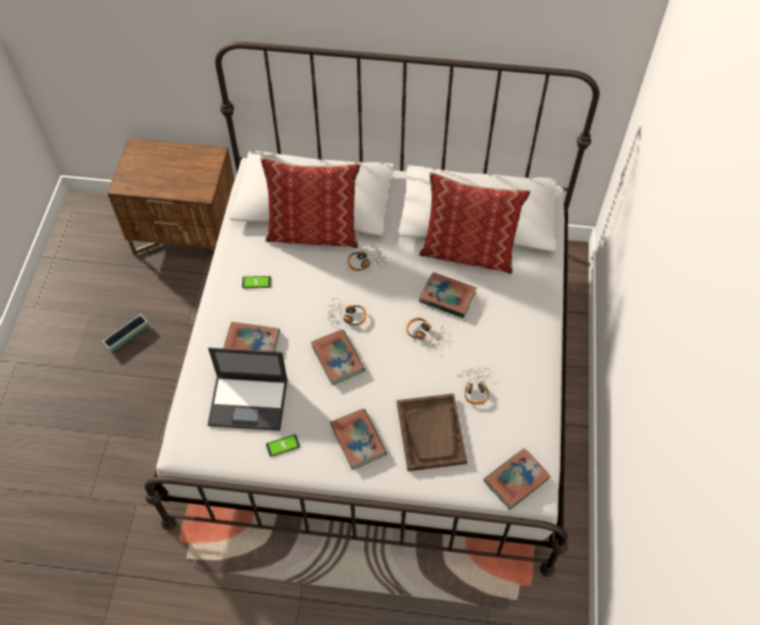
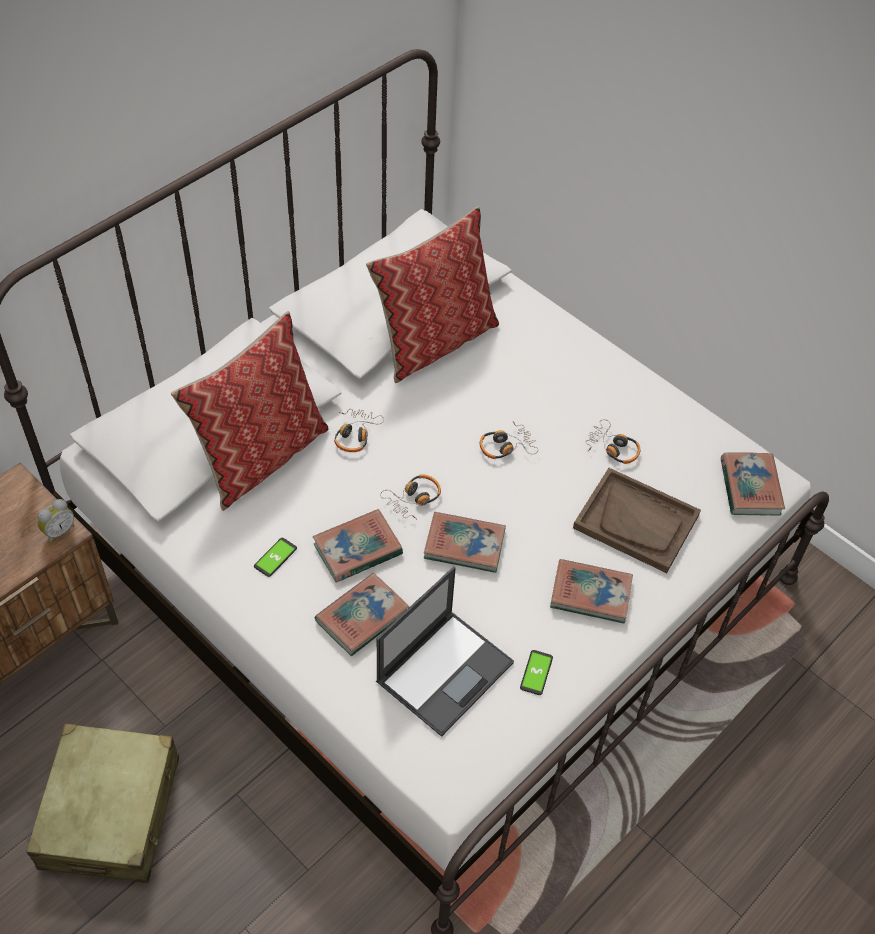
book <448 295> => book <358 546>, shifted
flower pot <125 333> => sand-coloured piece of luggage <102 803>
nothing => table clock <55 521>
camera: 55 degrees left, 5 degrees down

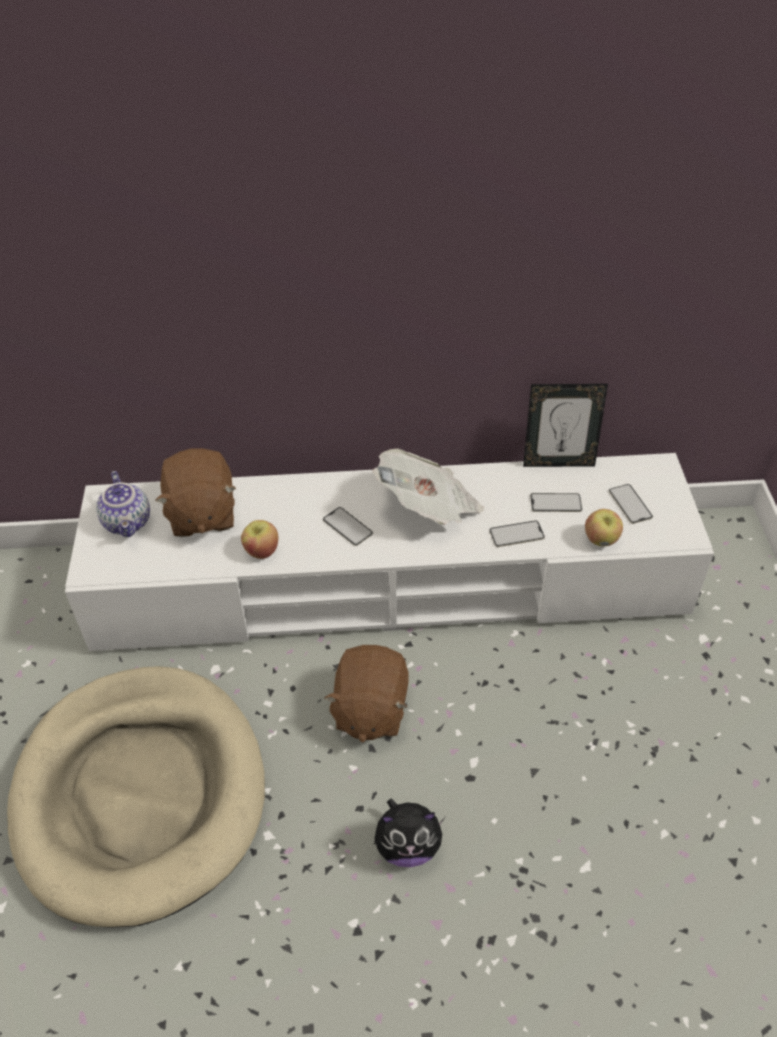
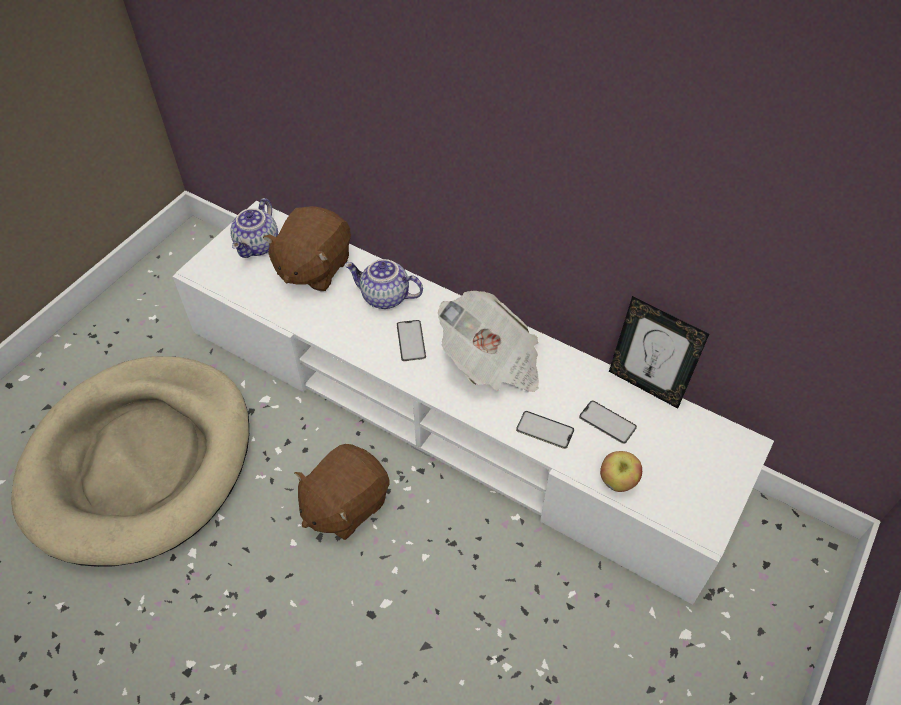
telephone <631 504> => nothing
apple <259 539> => nothing
plush toy <409 832> => nothing
nothing => tea pot <383 284>
camera: 35 degrees right, 5 degrees up

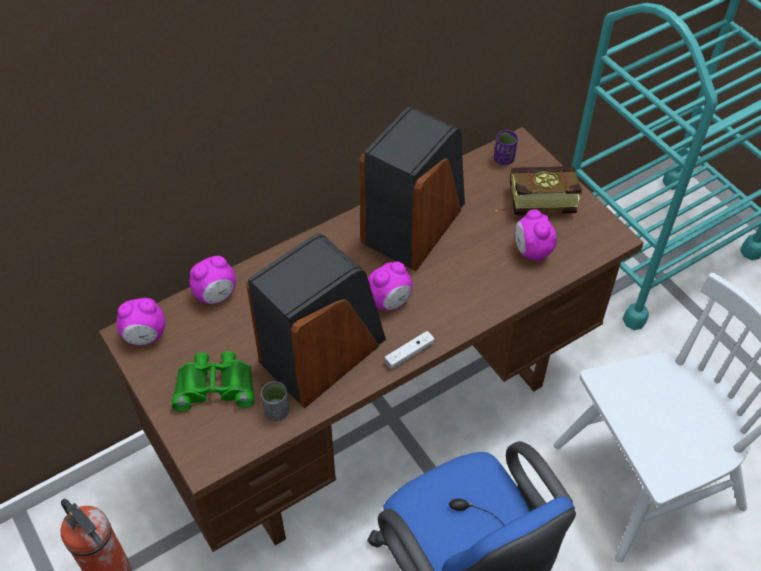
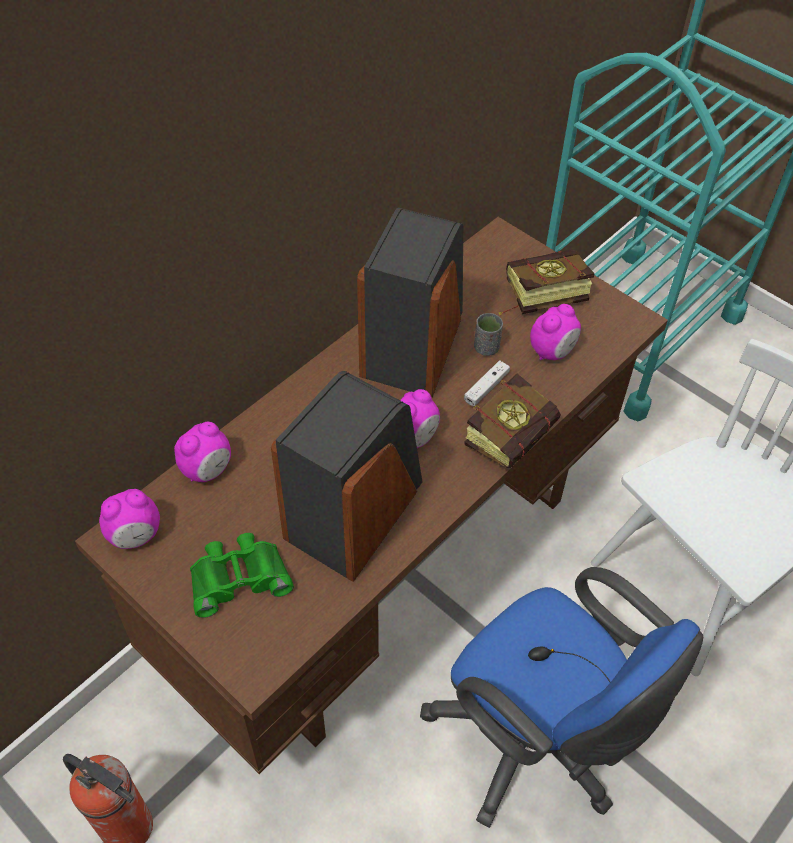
purplish drinking cup <506 147> => nothing
table clock <536 236> => table clock <555 332>, 105 degrees counterclockwise
whitish gamepad <410 350> => whitish gamepad <487 383>, shifted
gray drinking cup <275 401> => gray drinking cup <488 334>, shifted
nothing => book <513 421>
camera: 15 degrees left, 0 degrees up

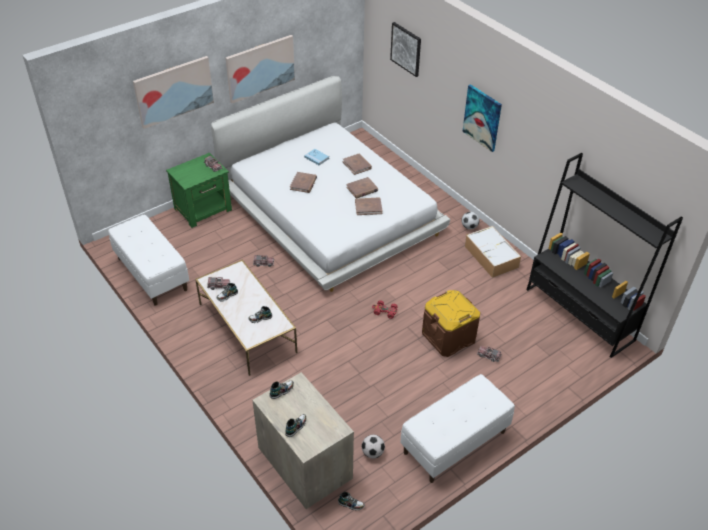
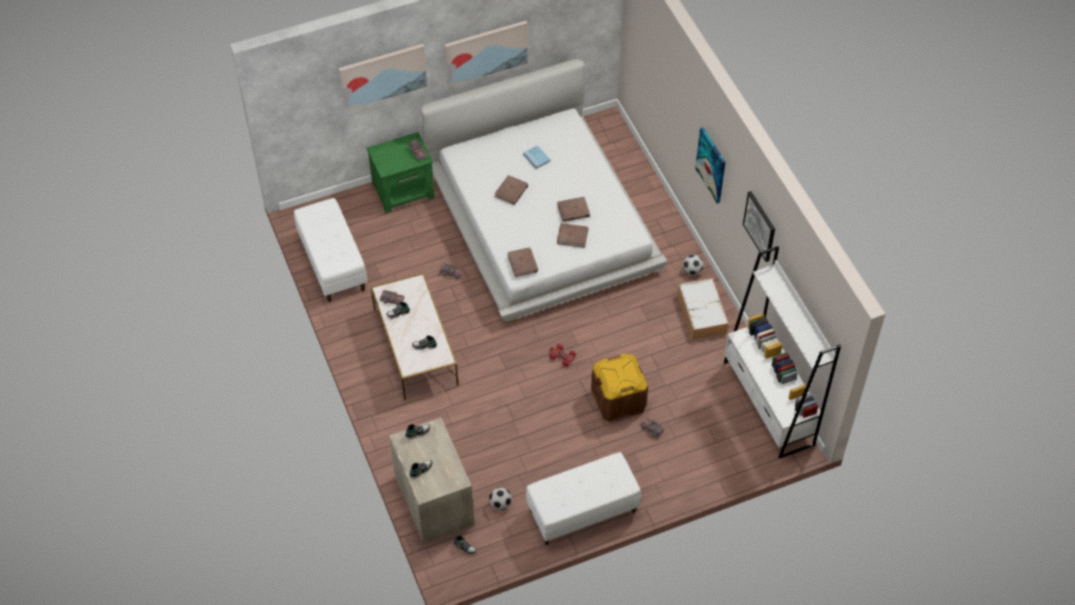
wall art <405 49> => wall art <759 226>, shifted
brownish book <357 164> => brownish book <522 262>, shifted
black-coloured shelving unit <604 255> => whitish shelving unit <782 352>
camera: 15 degrees right, 10 degrees up

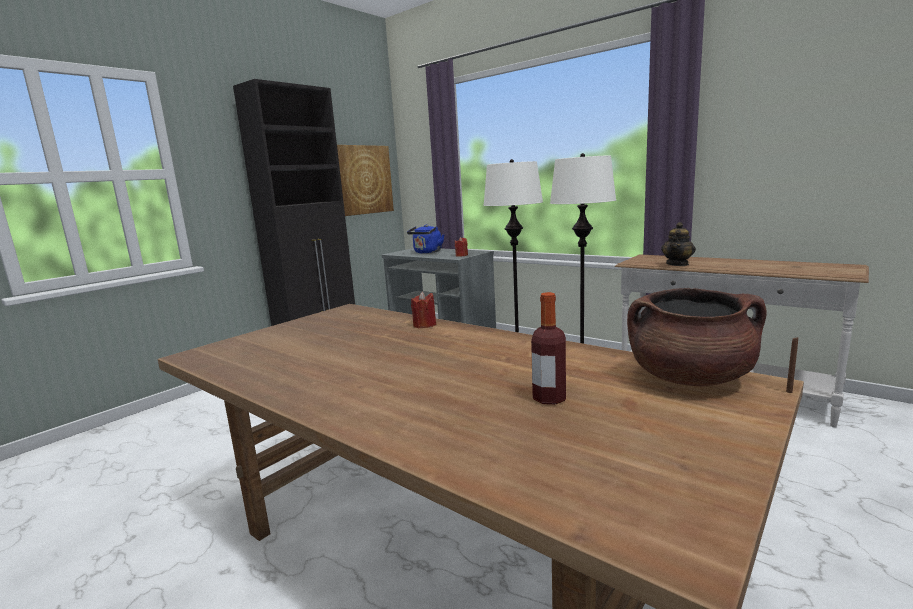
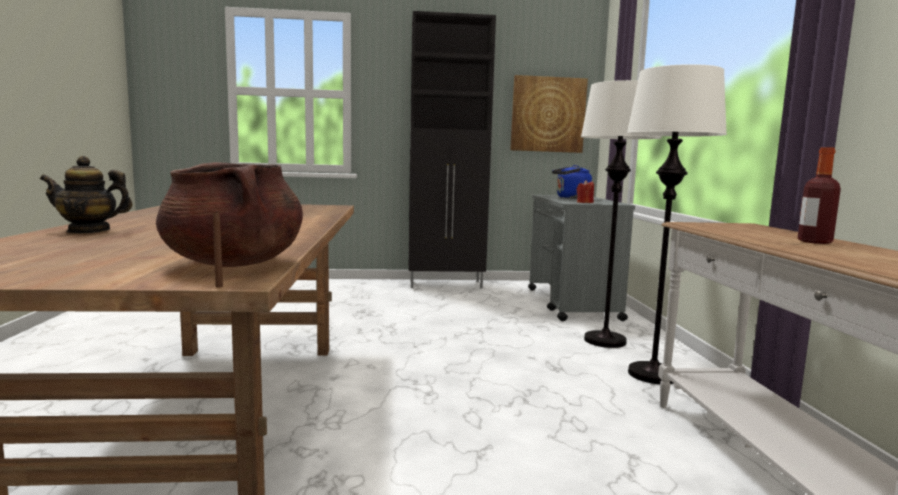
tea pot <678 244> => tea pot <86 195>, shifted
red-coloured candle <423 309> => nothing
bottle <548 348> => bottle <819 195>, shifted
camera: 45 degrees right, 5 degrees down

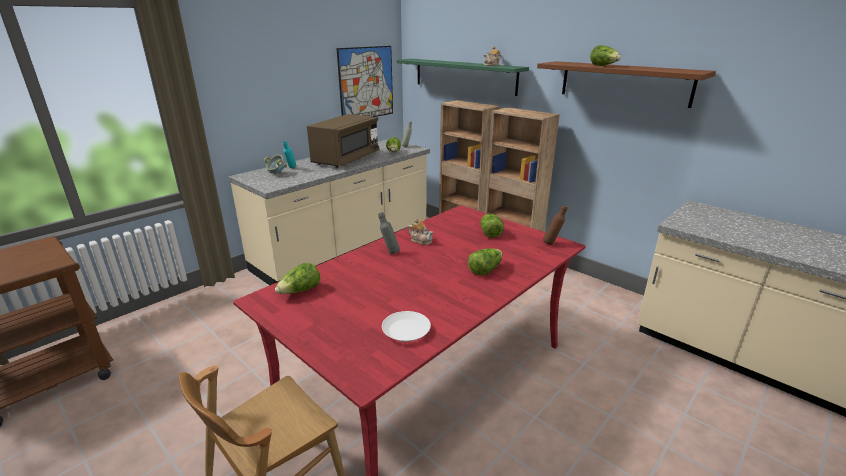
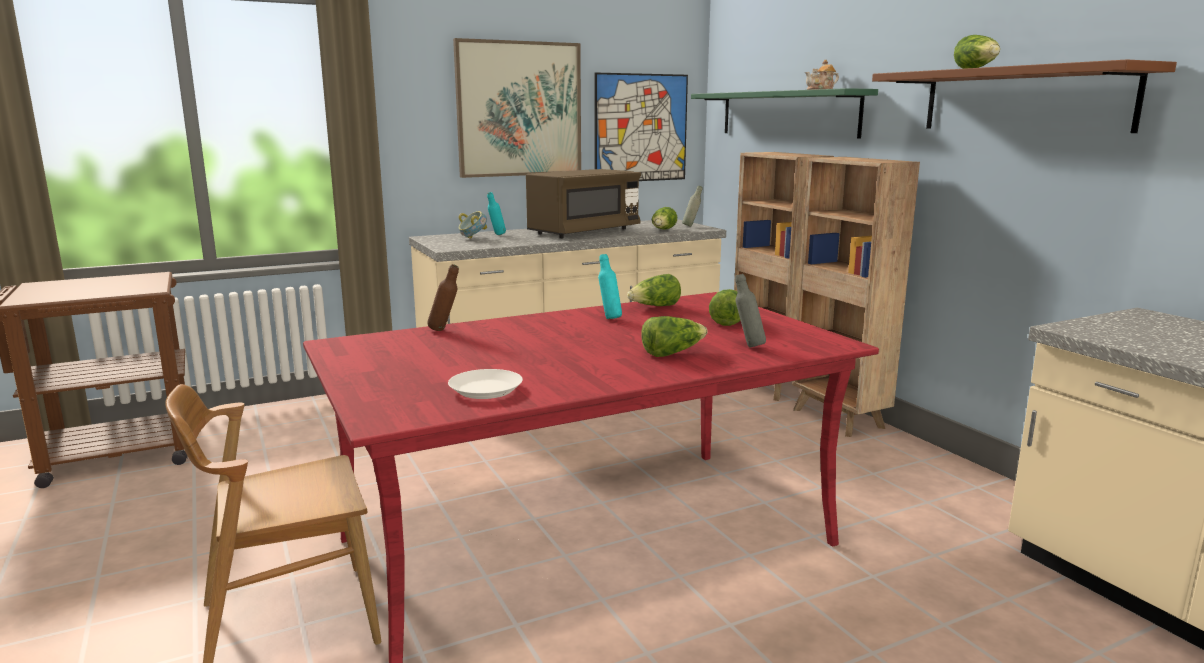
brownish bottle <555 225> => brownish bottle <443 297>, shifted
gray bottle <389 233> => gray bottle <750 310>, shifted
tea pot <420 231> => blue-green bottle <610 286>
lettuce <297 278> => lettuce <654 290>, shifted
nothing => wall art <517 108>
camera: 20 degrees right, 10 degrees down

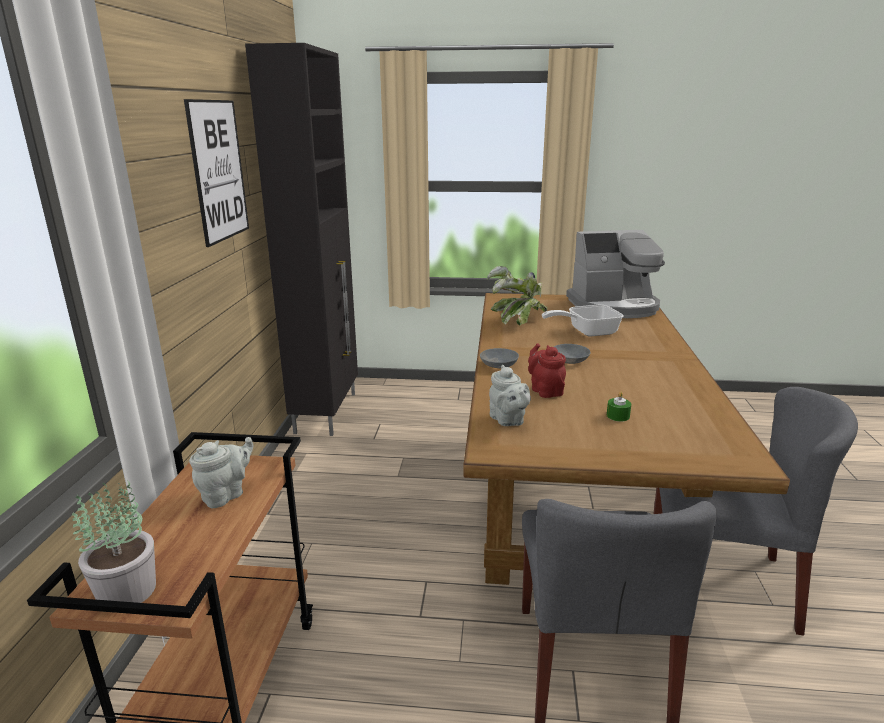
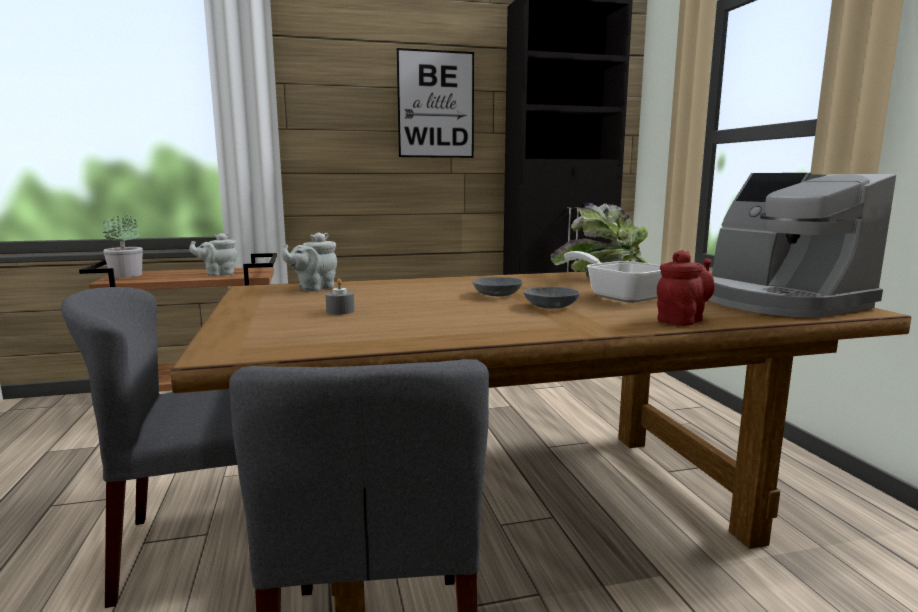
red-coloured tea pot <547 370> => red-coloured tea pot <686 288>, shifted
gray deep dish <499 358> => gray deep dish <551 298>, shifted
green candle <619 407> => gray candle <340 296>
gray tea pot <221 472> => gray tea pot <213 254>, 135 degrees clockwise
camera: 70 degrees right, 10 degrees down

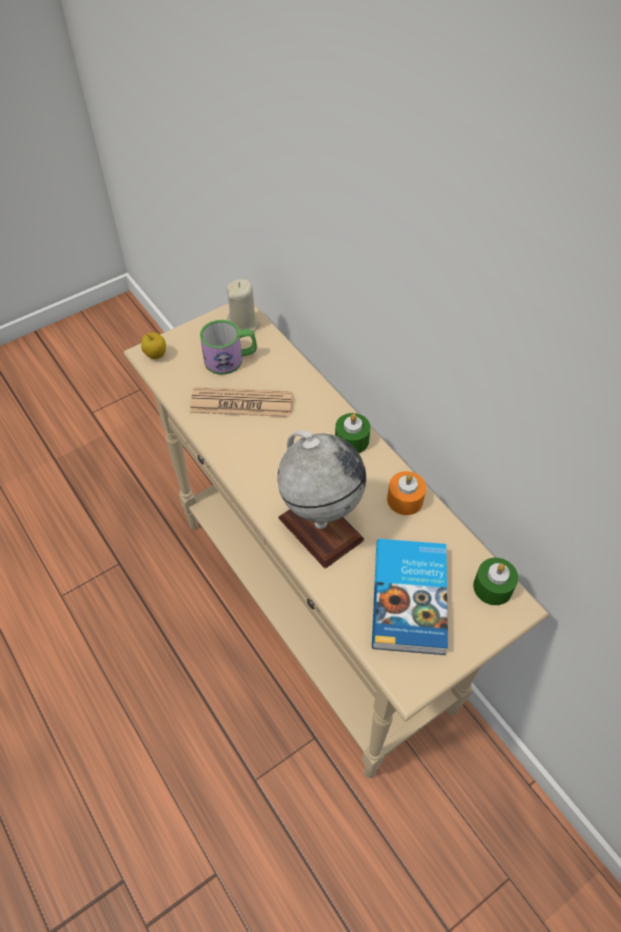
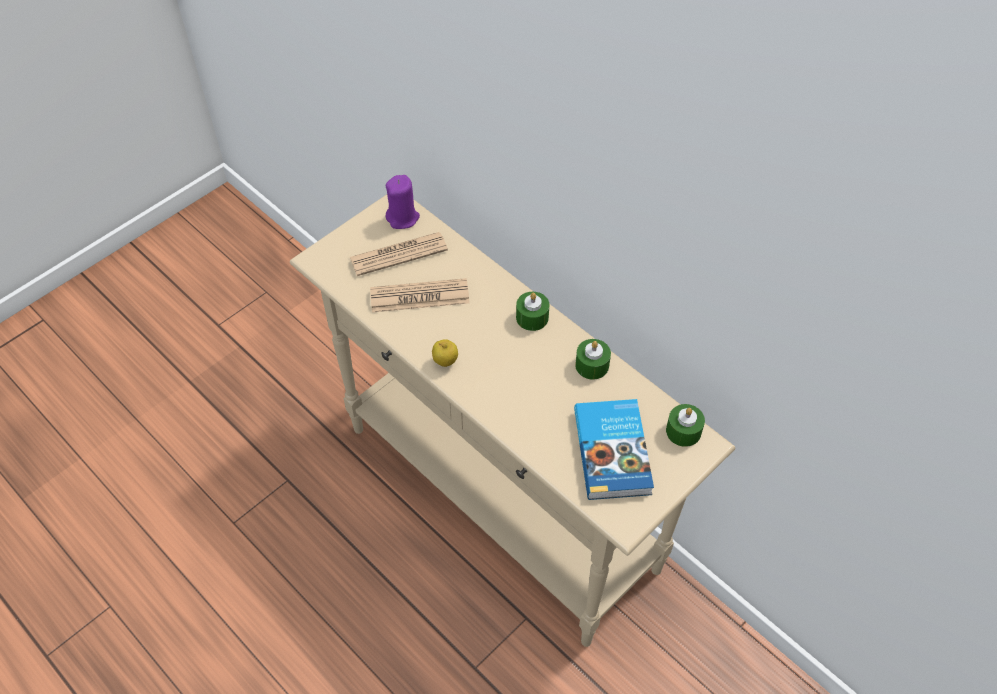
sand-coloured candle <243 305> => purplish candle <403 202>
coffee mug <228 347> => daily paper <399 254>
apple <153 345> => apple <445 353>, shifted
globe <321 499> => nothing
orange candle <406 493> => green candle <593 359>
camera: 10 degrees left, 0 degrees up

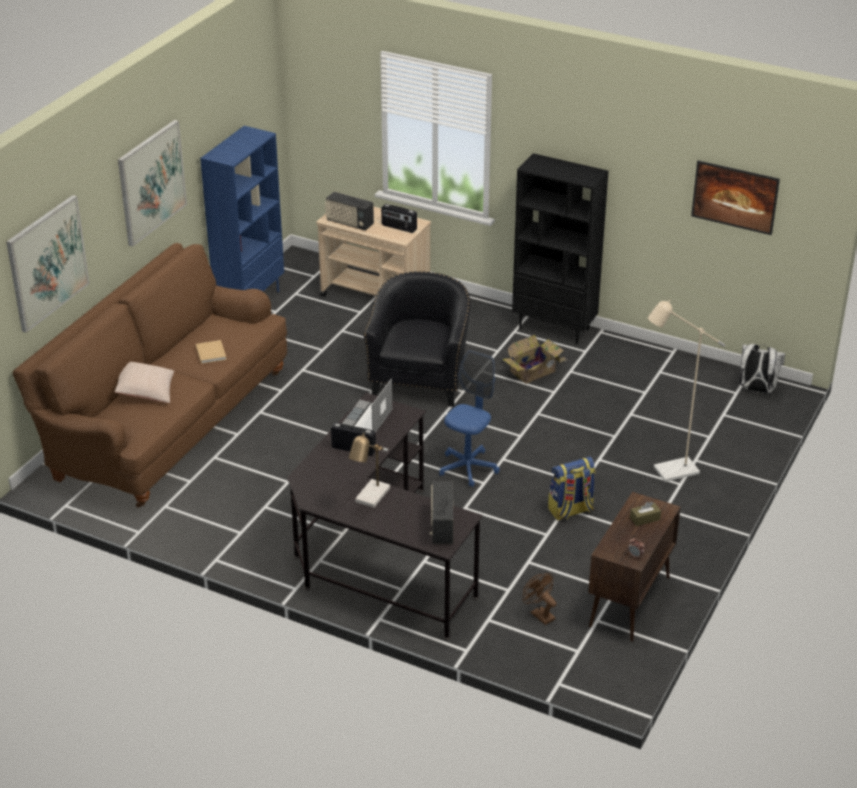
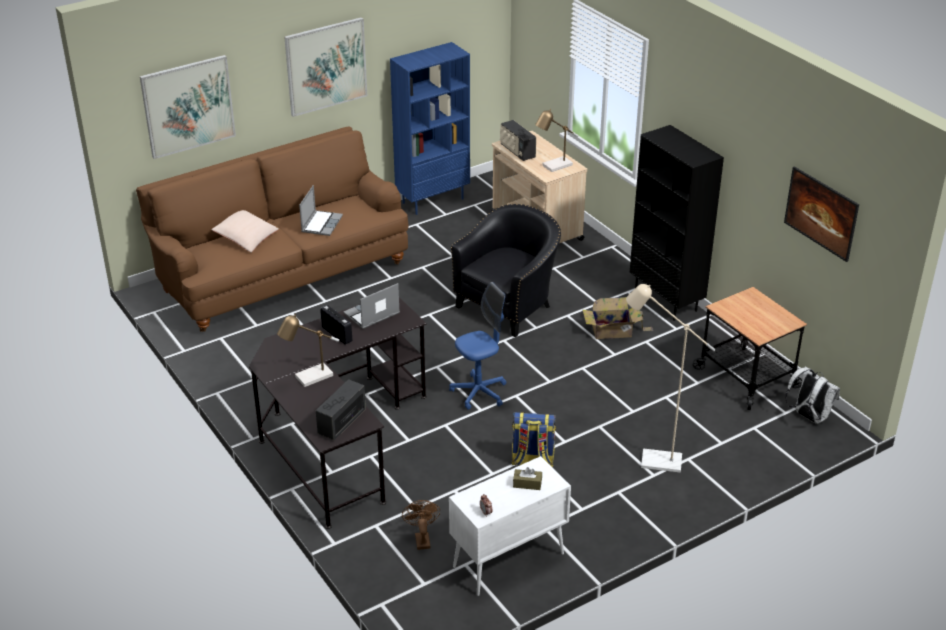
radio receiver <399 218> => lamp for a table <557 140>
sand-coloured book <211 352> => portable computer <321 210>
brownish cabinet <634 567> => whitish cabinet <510 526>
nothing => cart <750 348>
camera: 30 degrees right, 0 degrees up

